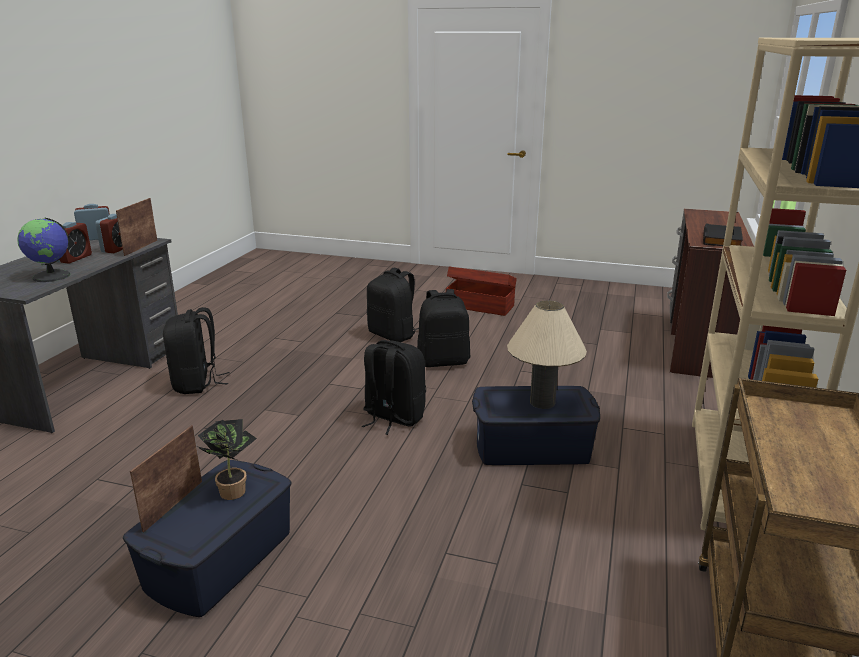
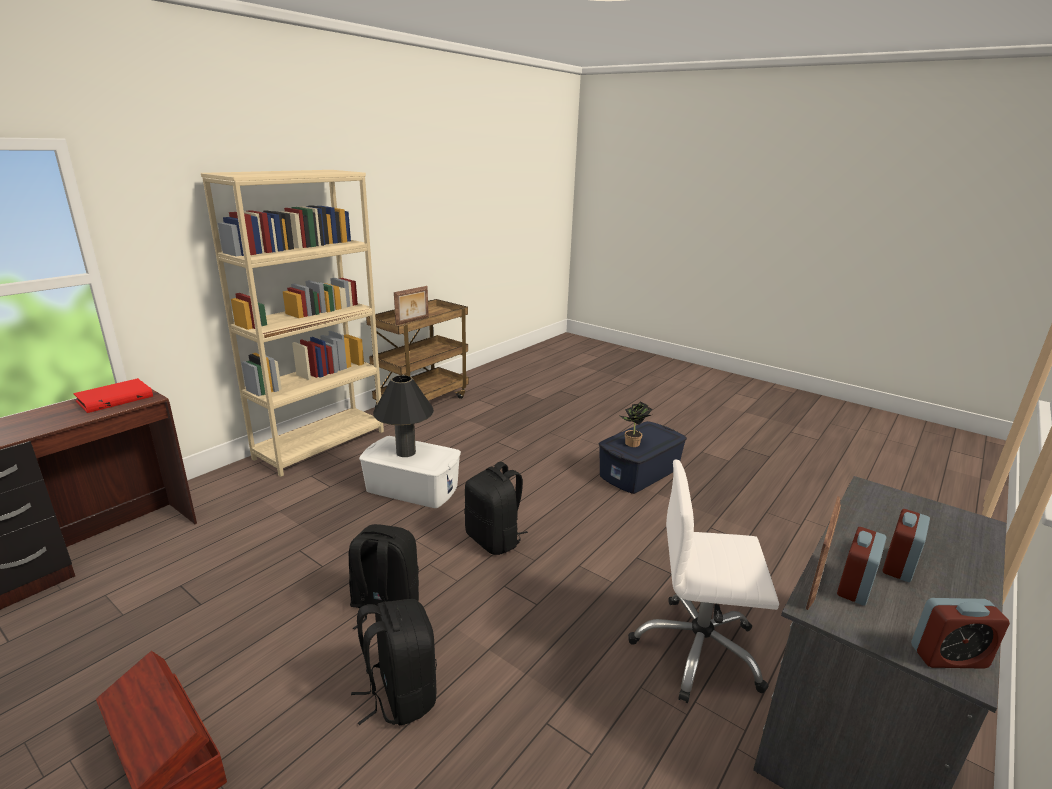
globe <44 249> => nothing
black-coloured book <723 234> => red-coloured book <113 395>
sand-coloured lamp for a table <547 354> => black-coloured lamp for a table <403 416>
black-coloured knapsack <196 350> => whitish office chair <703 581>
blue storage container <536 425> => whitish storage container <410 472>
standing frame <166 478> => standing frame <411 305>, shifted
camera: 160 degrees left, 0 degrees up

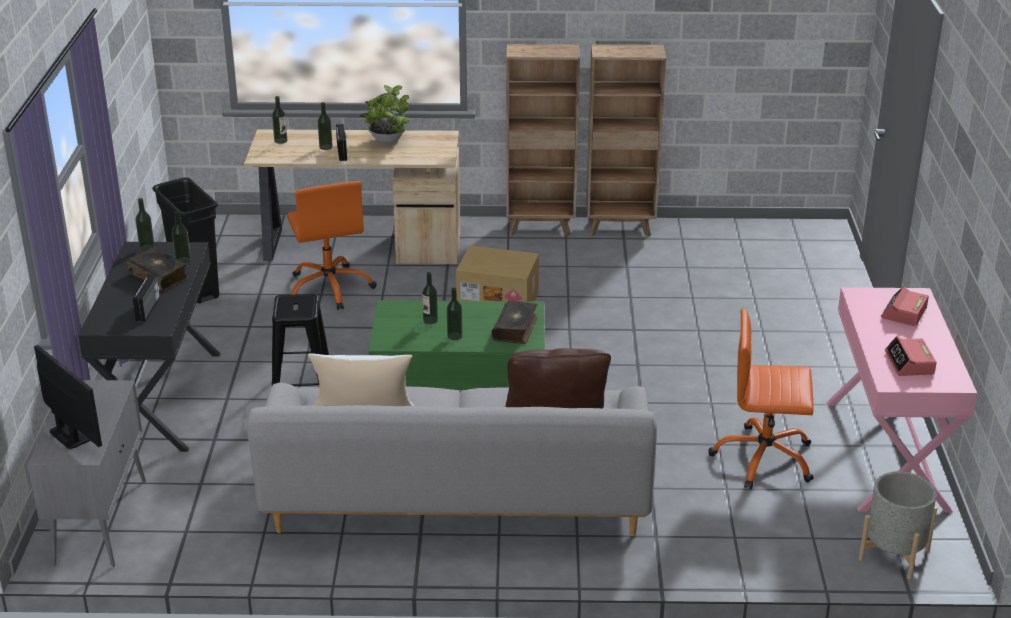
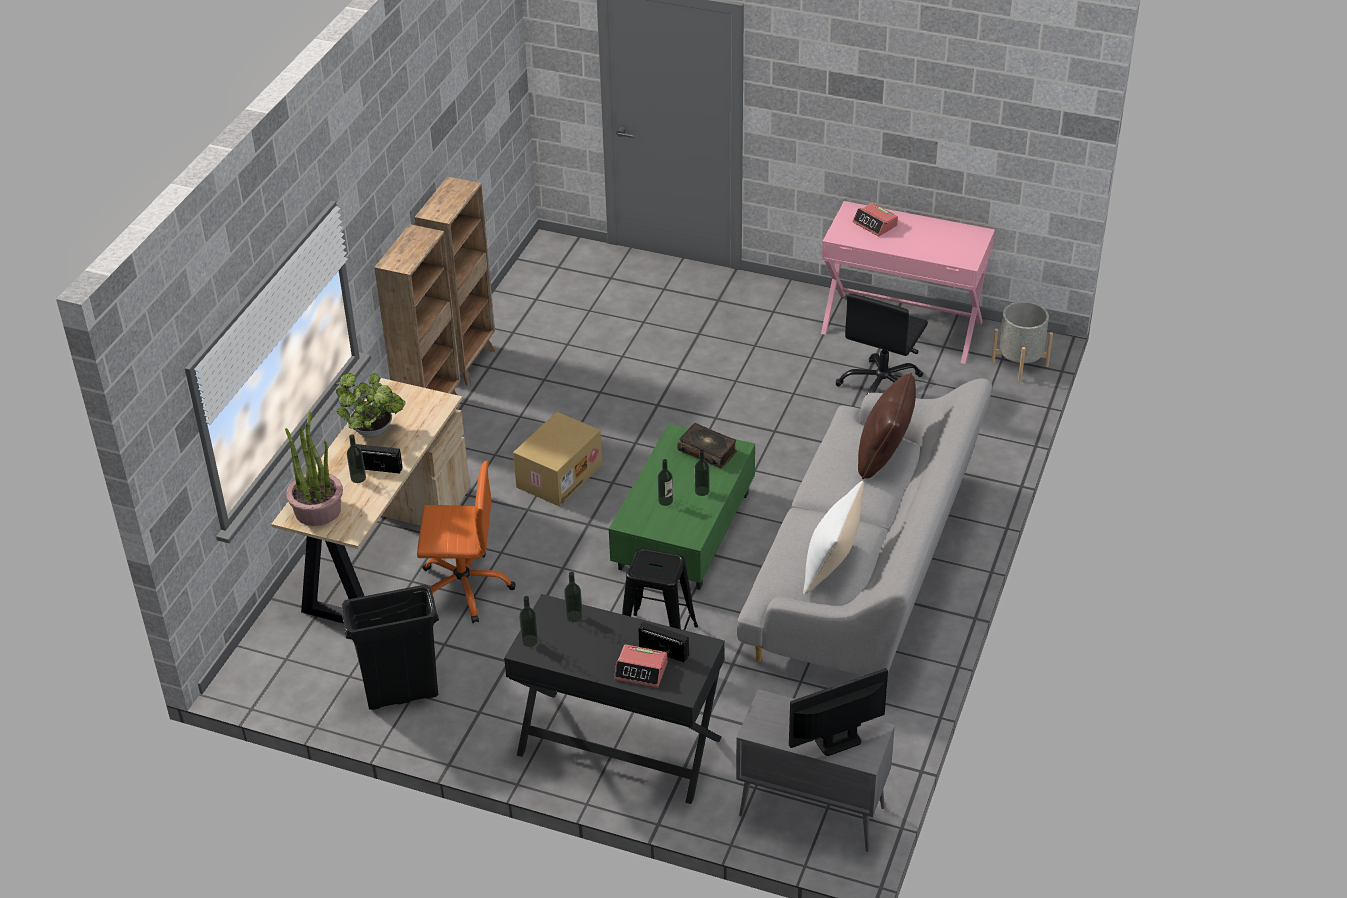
bottle <279 120> => plant in a pot <314 468>
book <157 269> => nothing
orange office chair <761 399> => black-coloured office chair <881 343>
table clock <911 356> => table clock <640 666>, shifted
camera: 70 degrees left, 10 degrees up

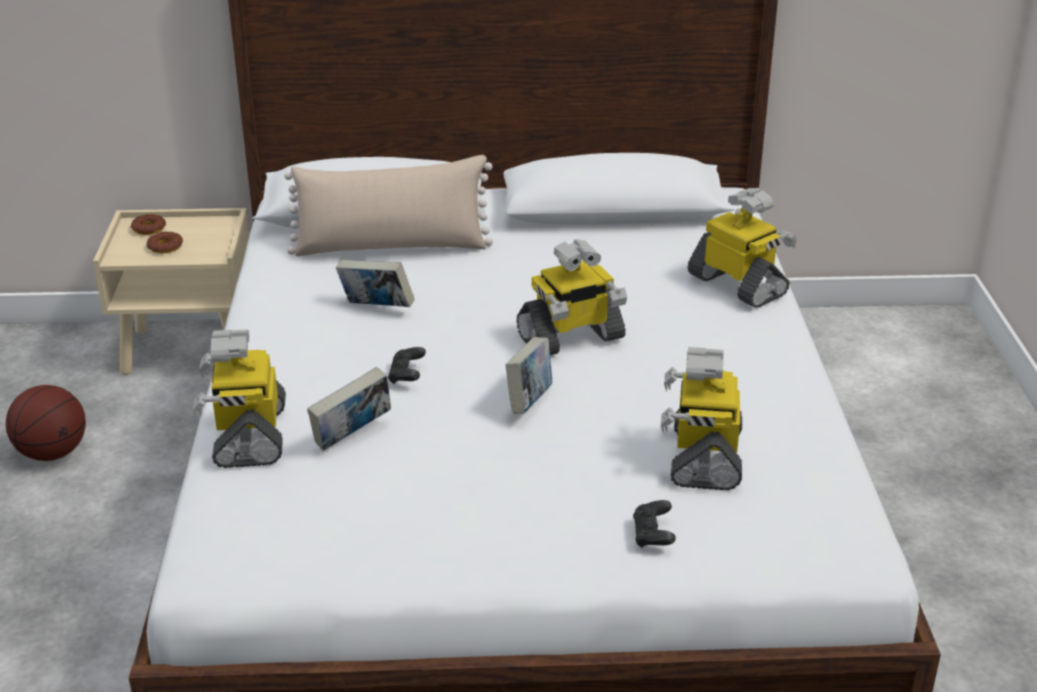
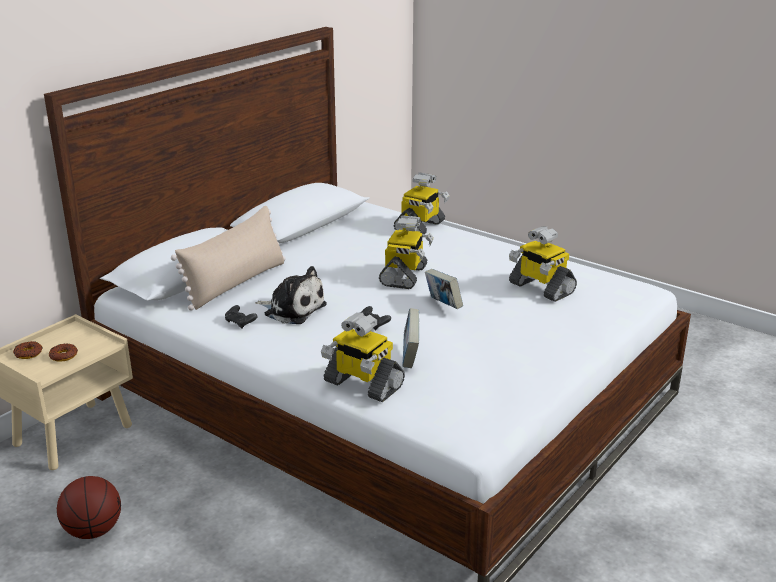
model robot <742 248> => model robot <422 203>, 120 degrees clockwise
book <375 283> => plush toy <291 295>
black-coloured gamepad <654 524> => black-coloured gamepad <241 317>, shifted
camera: 50 degrees left, 5 degrees down

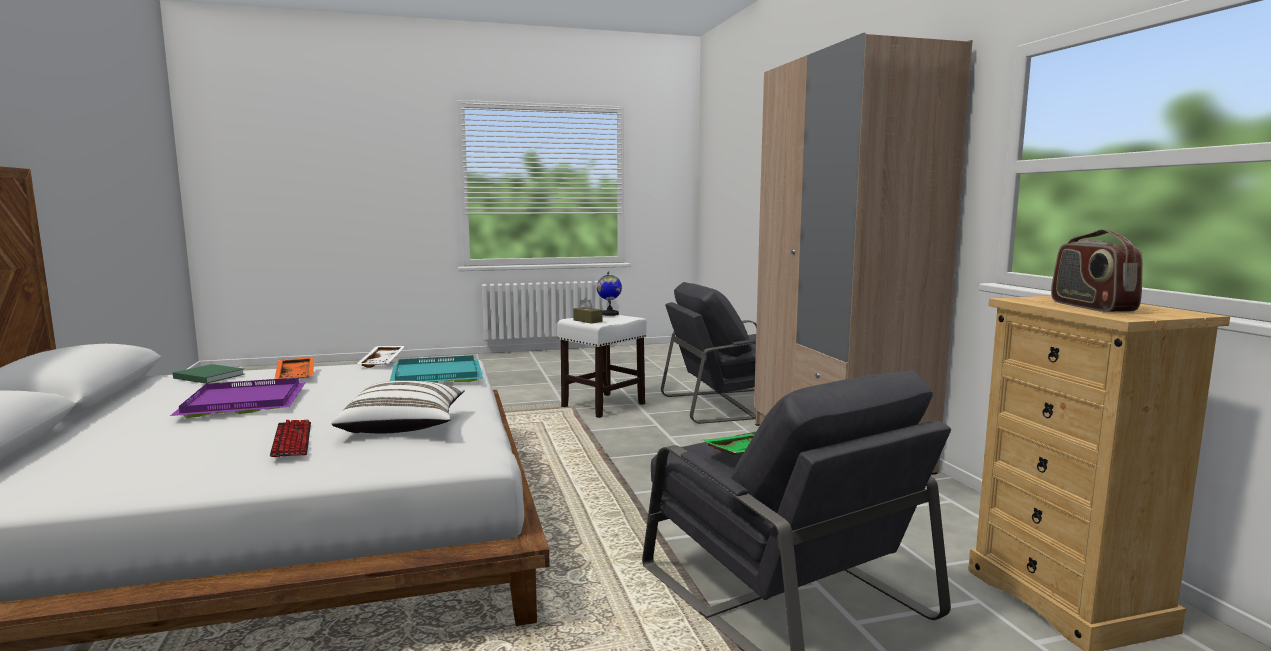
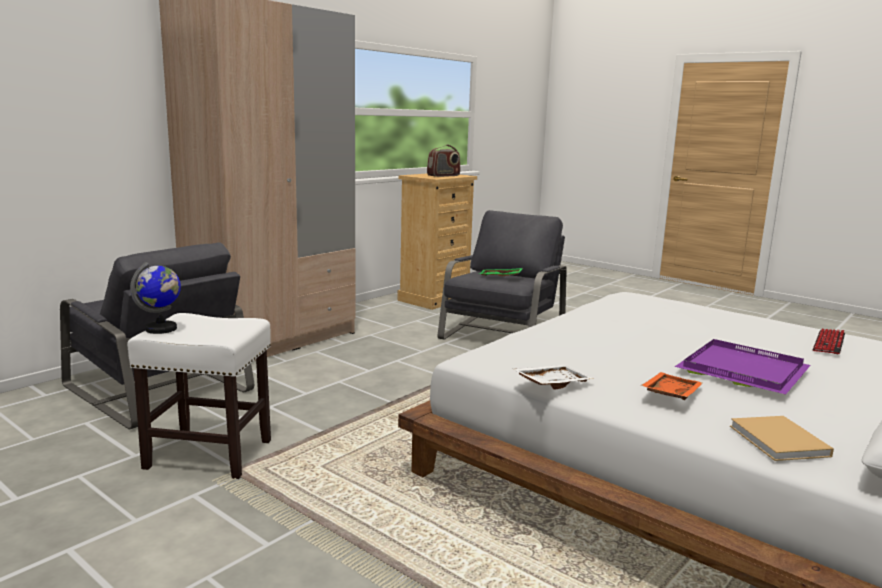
brownish tissue holder <588 310> => nothing
blue-green serving tray <436 369> => nothing
green book <209 374> => sand-coloured book <782 438>
whitish cushion <398 407> => nothing
computer keyboard <290 438> => computer keyboard <829 341>, shifted
camera: 125 degrees left, 5 degrees up

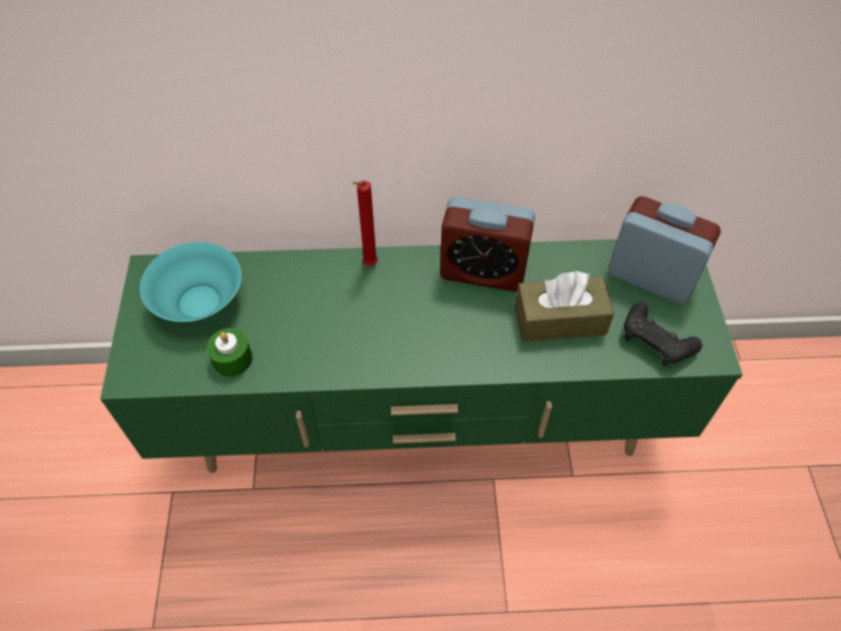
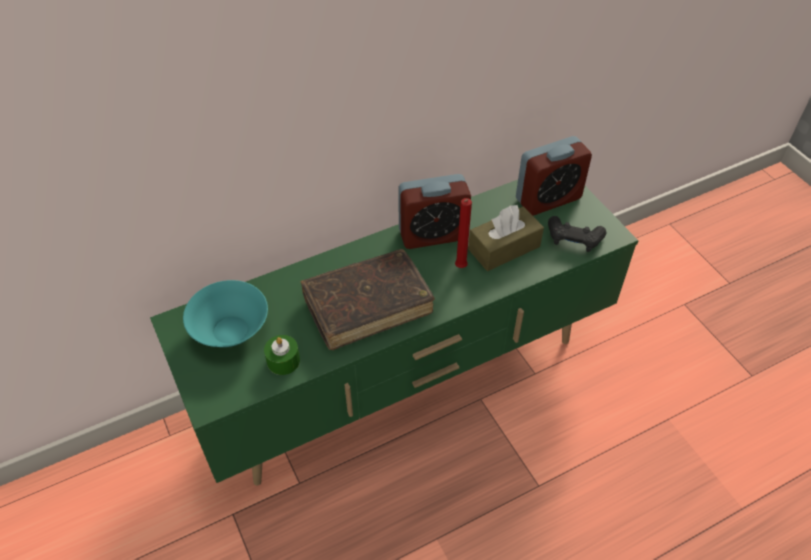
red-coloured candle <365 223> => red-coloured candle <463 233>, shifted
table clock <664 250> => table clock <554 176>, 150 degrees clockwise
nothing => brownish book <367 299>
camera: 25 degrees left, 5 degrees down

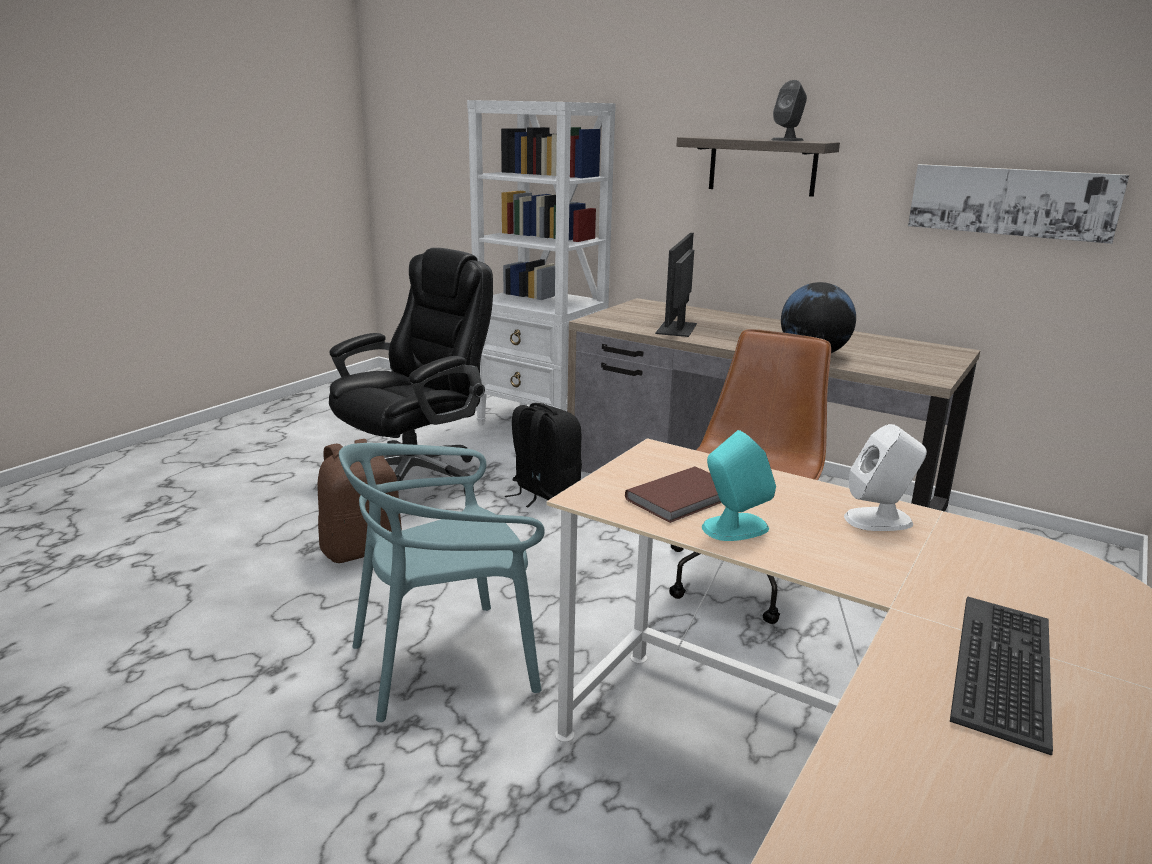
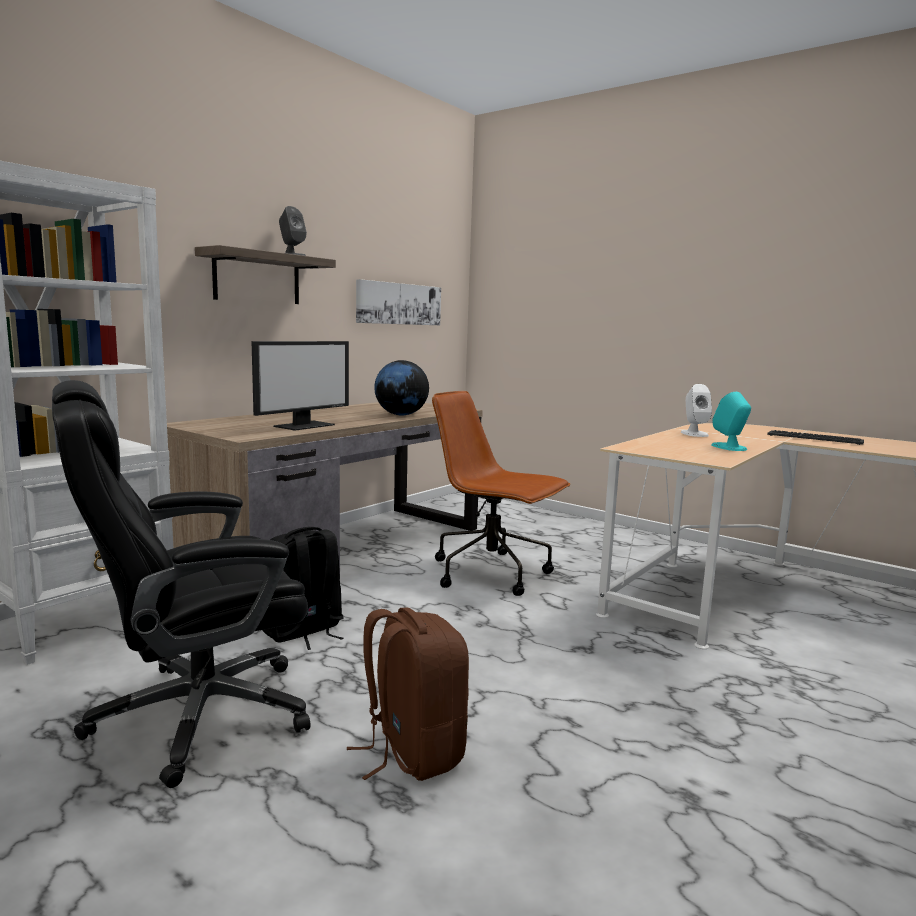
computer screen <676 285> => computer screen <300 386>, 75 degrees counterclockwise
black-coloured office chair <411 371> => black-coloured office chair <181 584>, 75 degrees counterclockwise
blue-green plain chair <442 582> => nothing
brownish book <673 495> => nothing
camera: 85 degrees left, 10 degrees down

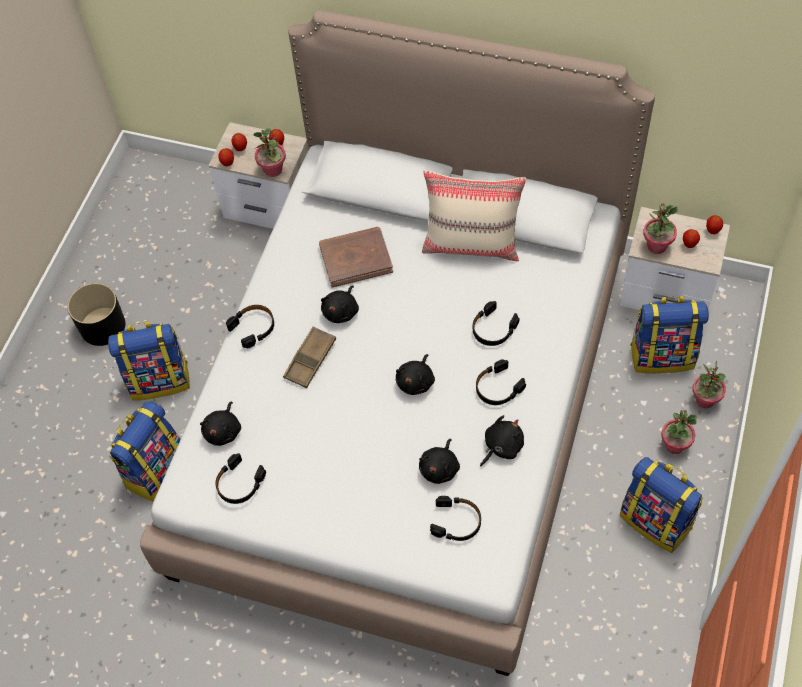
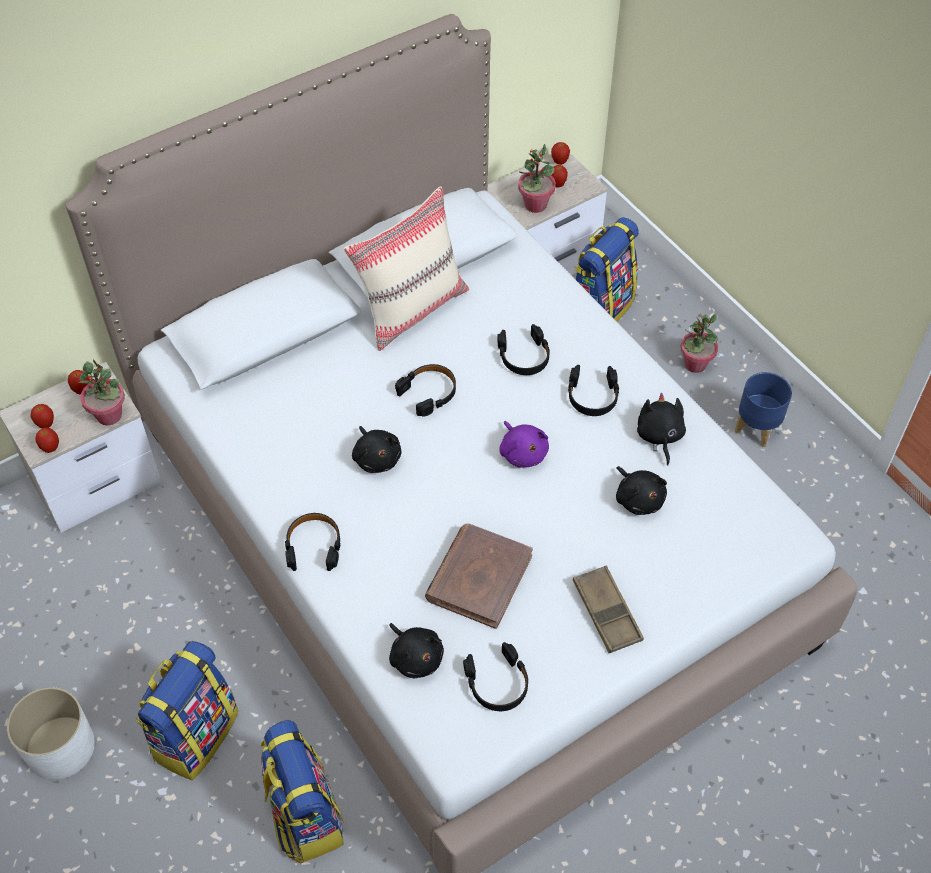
brownish book <356 257> => brownish book <479 576>, shifted
black-coloured flower pot <96 314> => whitish flower pot <51 733>
brownish serving tray <309 357> => brownish serving tray <608 609>, shifted
black-coloured plush toy <415 374> => purplish plush toy <524 444>
plant in a pot <709 384> => nothing
knapsack <661 505> => blue flower pot <763 409>
black-coloured headset <455 518> => black-coloured headset <425 390>, shifted
camera: 55 degrees left, 5 degrees down

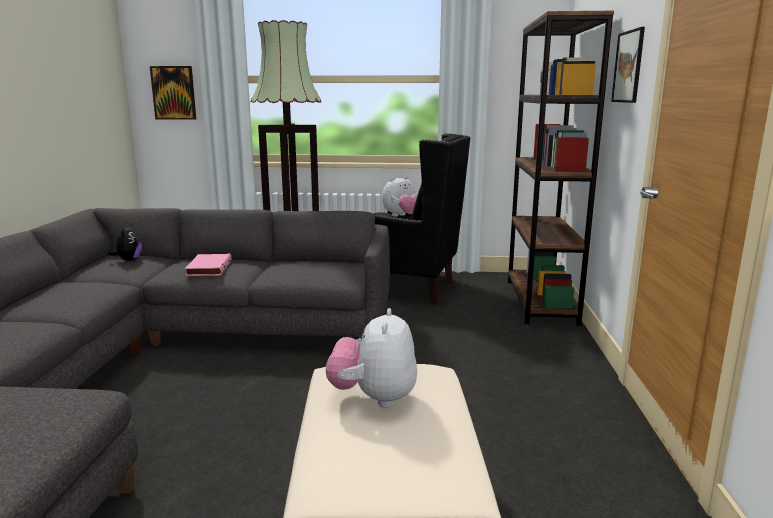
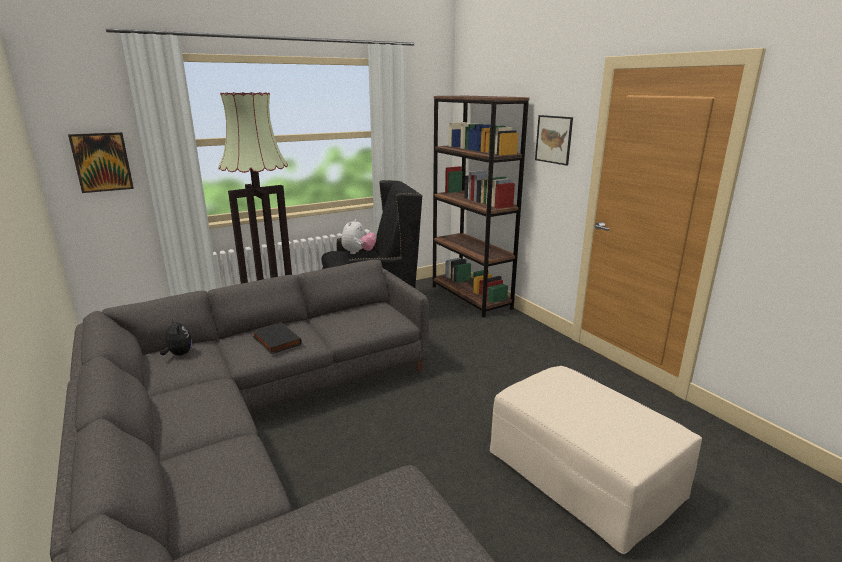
pink-coloured book <208 264> => black-coloured book <277 338>
plush toy <371 358> => nothing
camera: 35 degrees left, 5 degrees up

